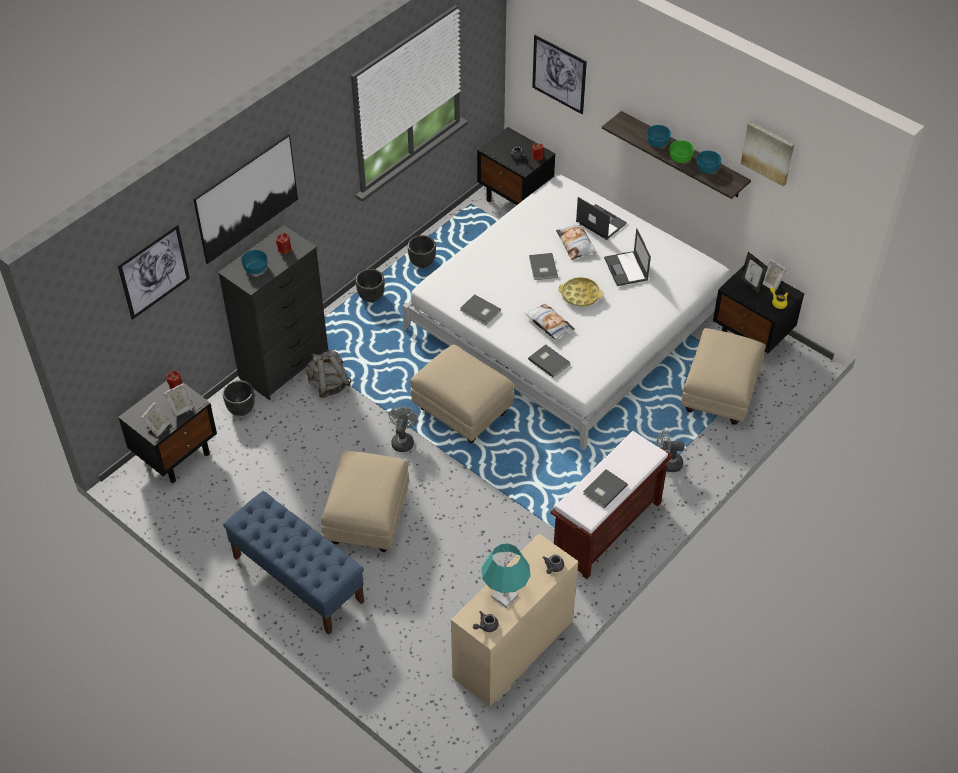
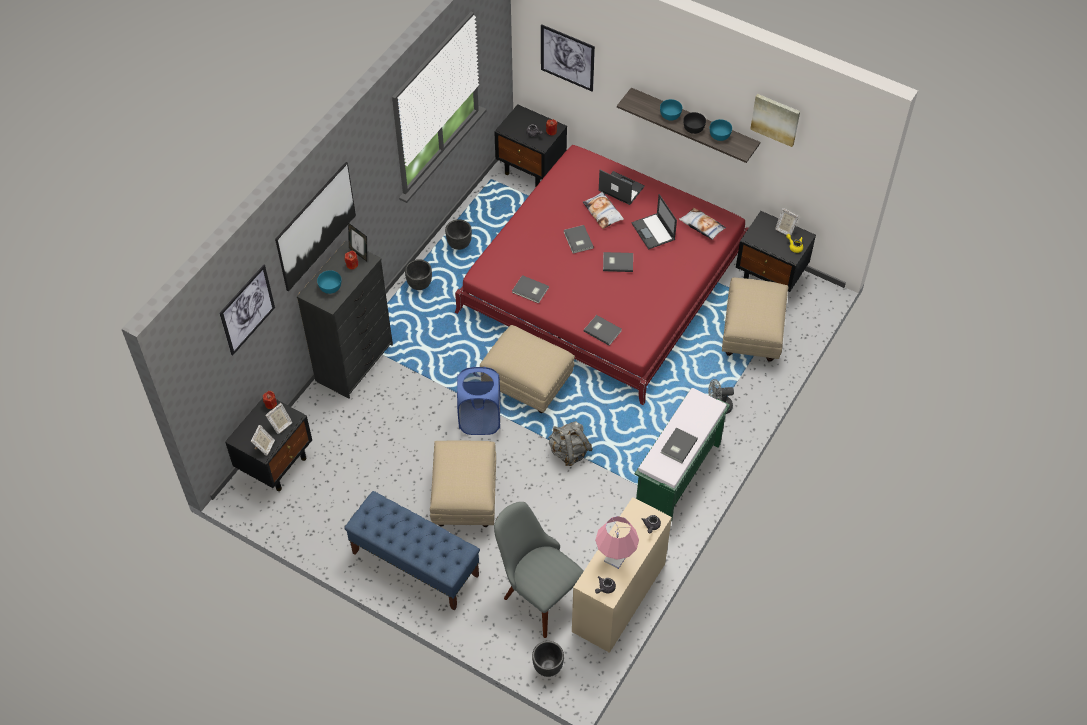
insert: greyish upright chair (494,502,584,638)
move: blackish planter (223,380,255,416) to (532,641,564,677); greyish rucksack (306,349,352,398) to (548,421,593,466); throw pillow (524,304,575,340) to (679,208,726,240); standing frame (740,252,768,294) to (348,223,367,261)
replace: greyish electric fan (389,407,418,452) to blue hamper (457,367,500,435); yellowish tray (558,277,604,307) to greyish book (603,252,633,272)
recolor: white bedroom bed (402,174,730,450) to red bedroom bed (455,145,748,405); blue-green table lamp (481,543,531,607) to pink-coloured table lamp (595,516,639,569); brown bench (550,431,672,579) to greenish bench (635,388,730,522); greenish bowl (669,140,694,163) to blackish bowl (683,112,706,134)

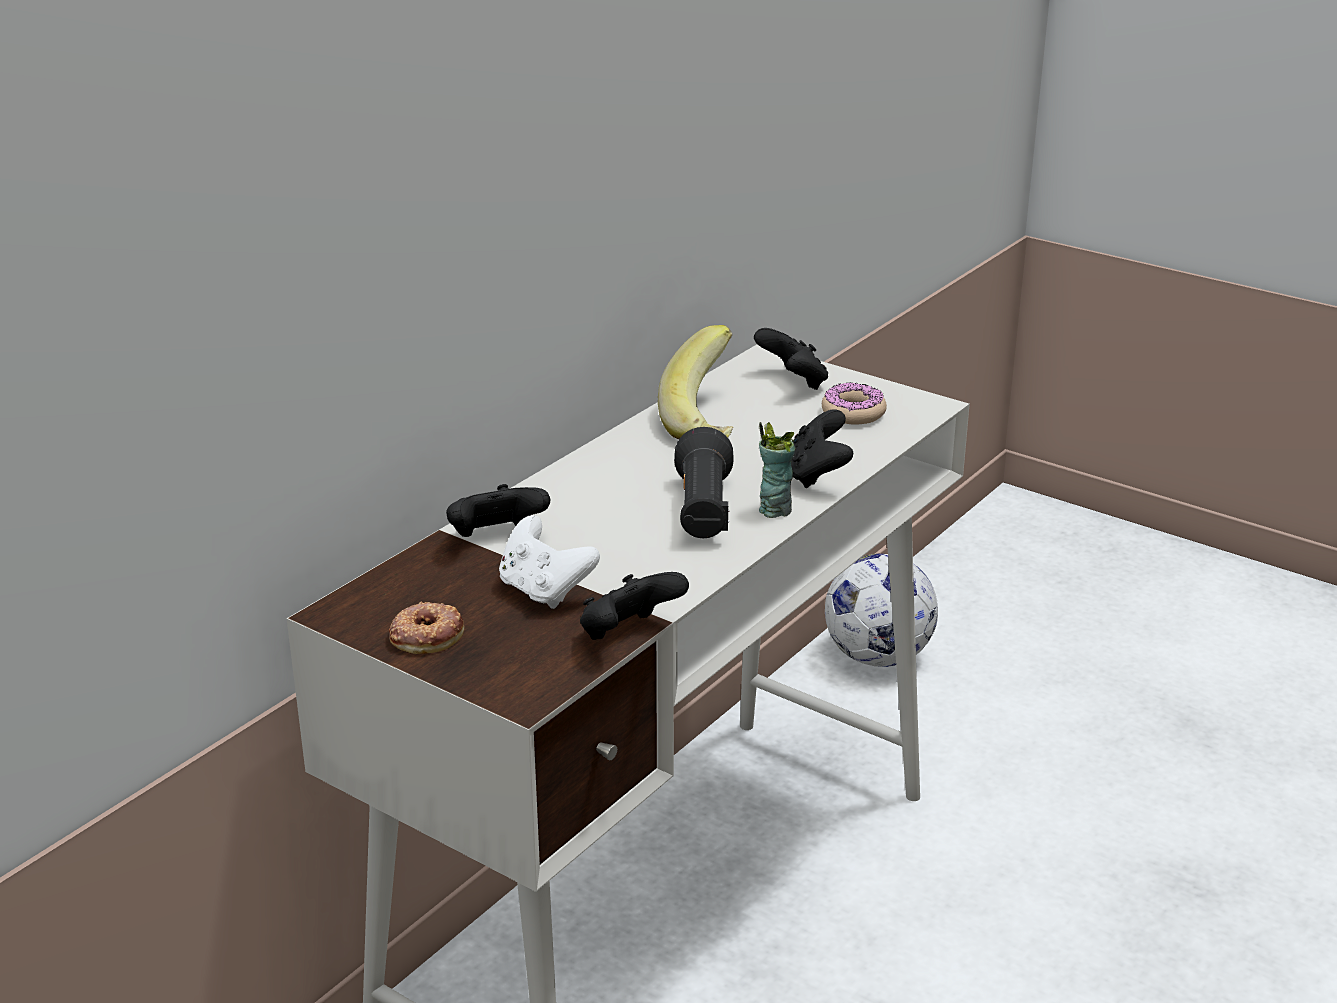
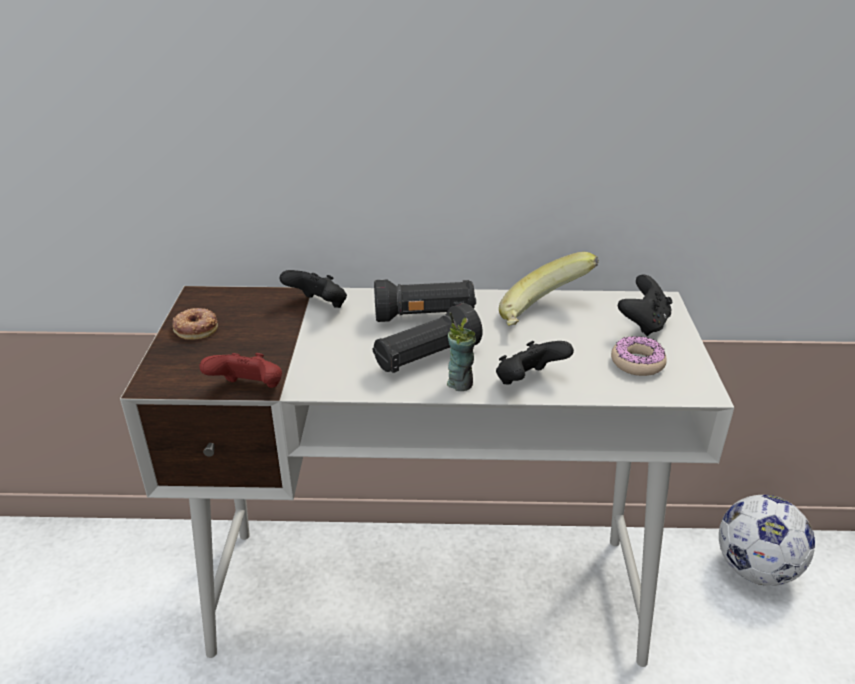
delete: white game controller (499,515,600,609)
insert: blackish hand torch (374,279,476,322)
recolor: blackish game controller (580,572,689,640) to red game controller (199,353,282,388)

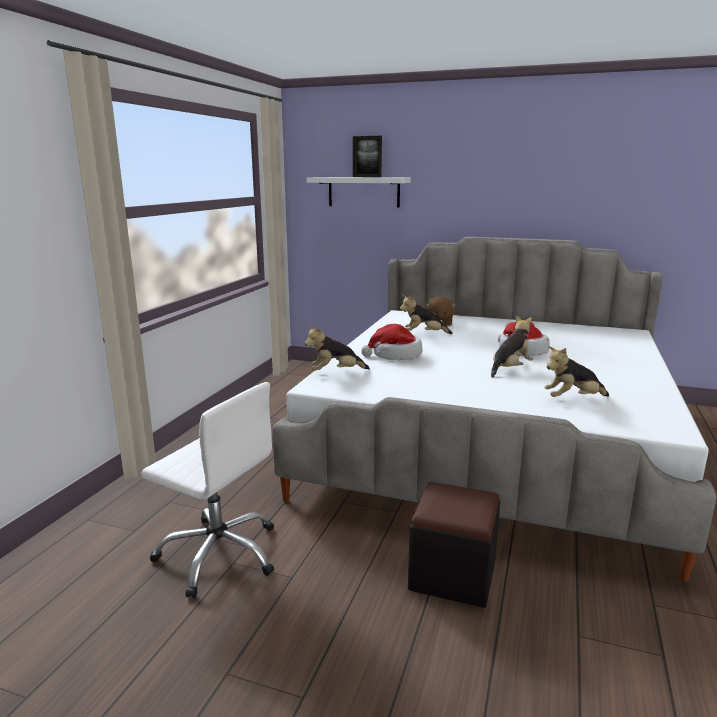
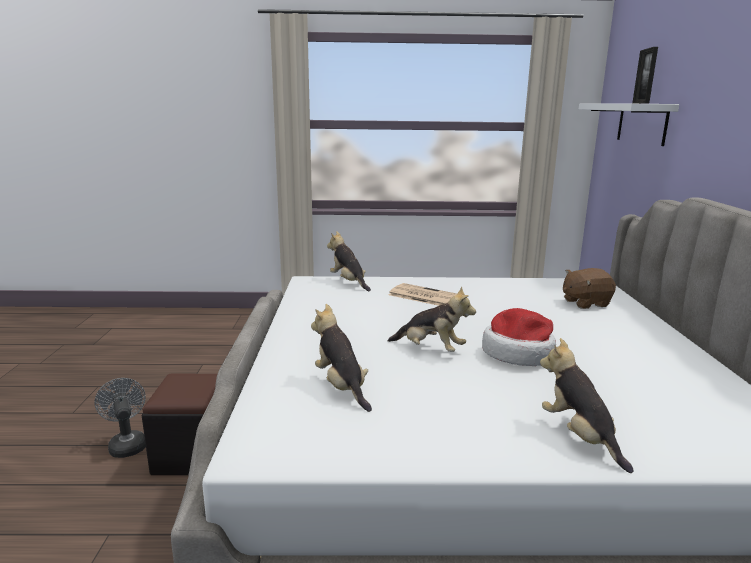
delete: white desk chair (141,382,274,598)
insert: greyish electric fan (94,378,146,458)
move: cuddly toy (400,295,453,334) to (540,338,633,473)
replace: hat (361,324,422,360) to printed paper (388,283,457,306)

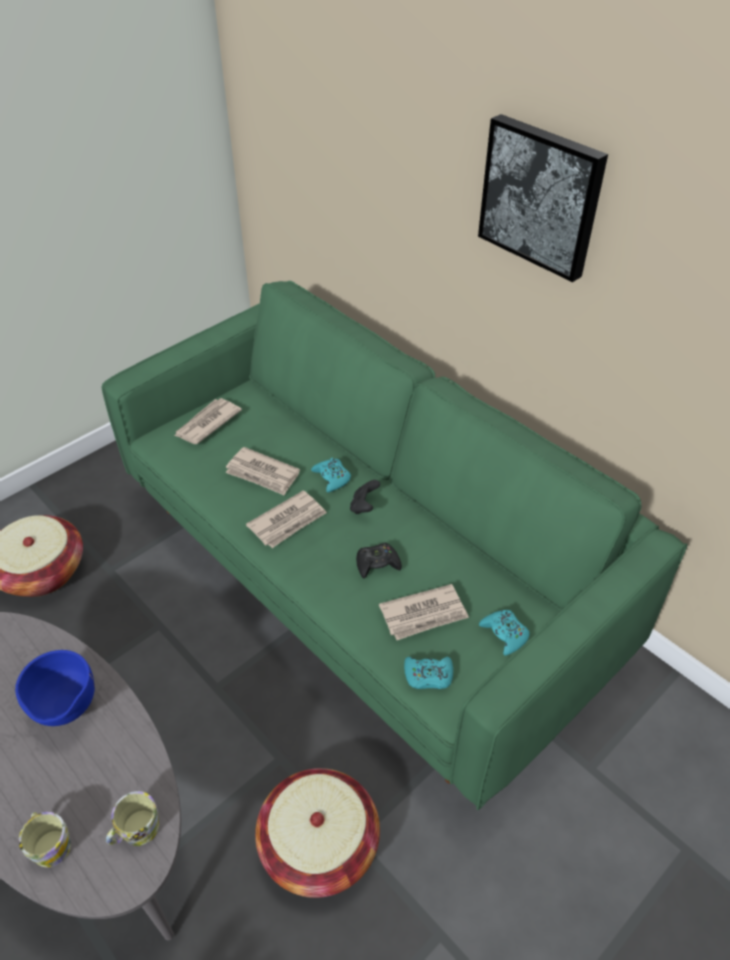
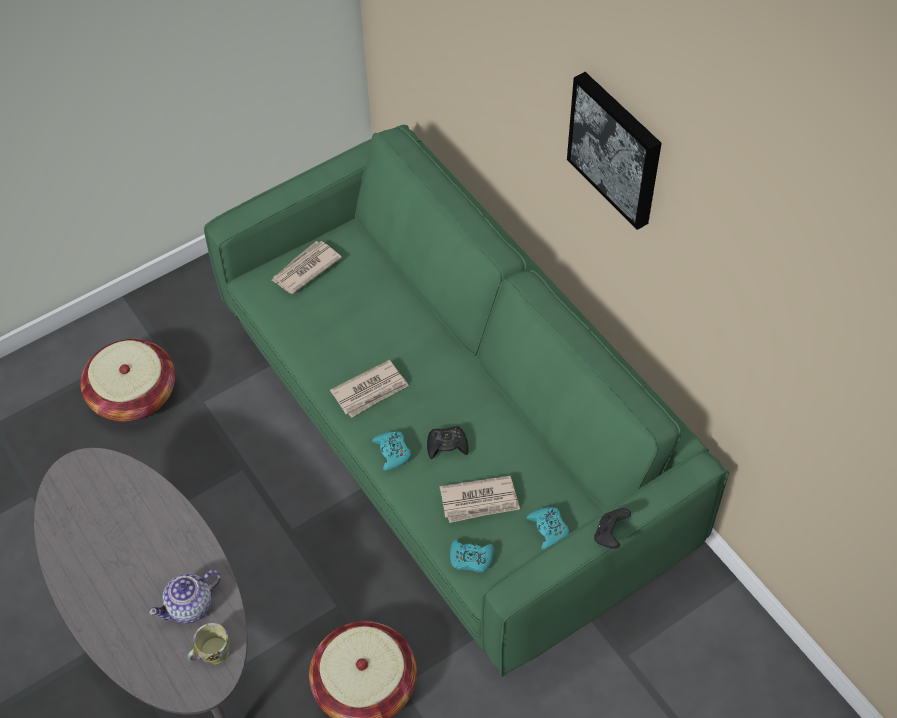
delete: blue bowl (15,650,95,726); tea mug (19,812,71,867); printed paper (225,447,300,496)
insert: tea pot (149,570,221,624)
move: blue-green game controller (311,458,351,493) to (372,431,411,471); blackish game controller (350,480,380,514) to (594,508,631,549)

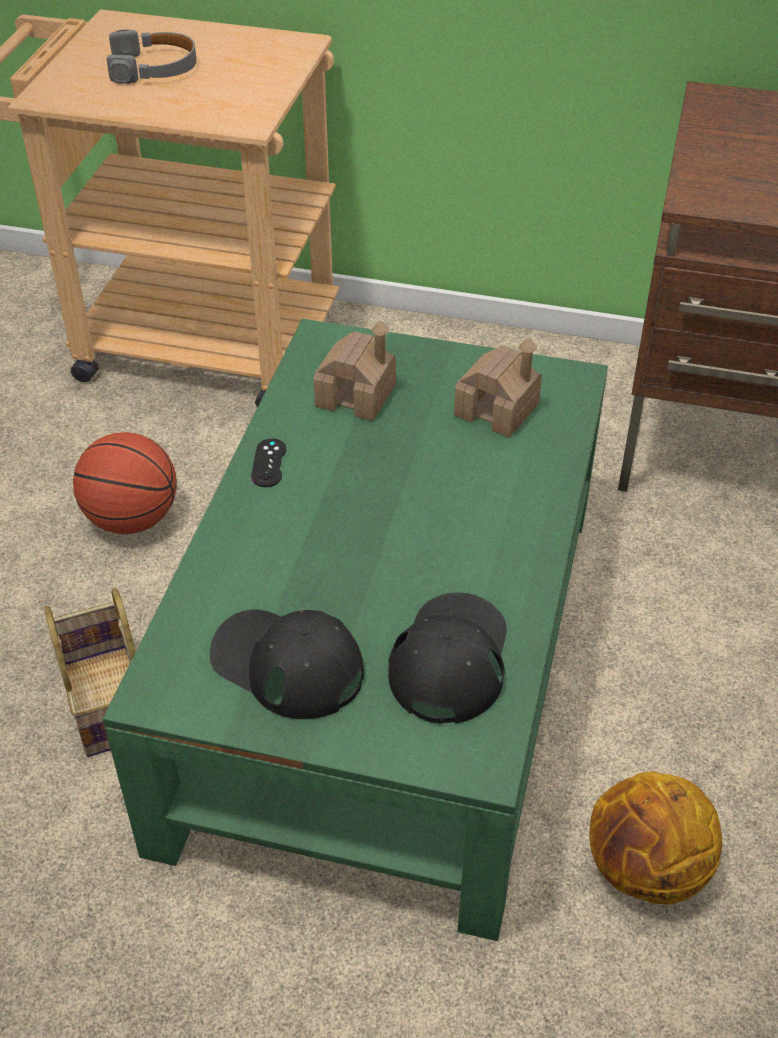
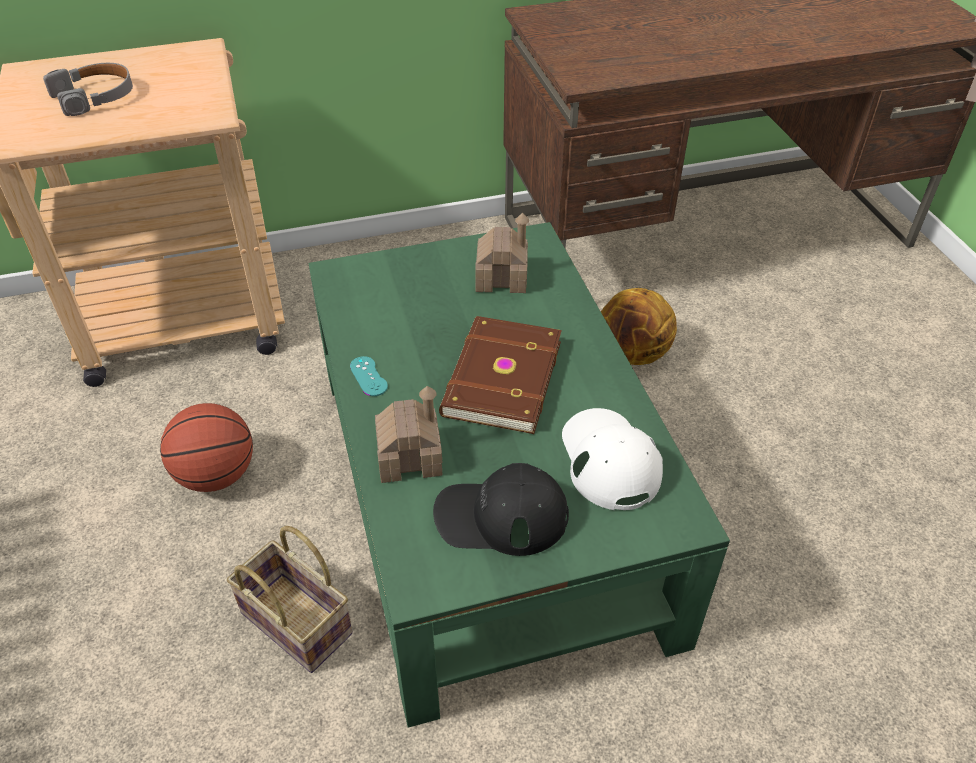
insert: brown book (439,316,562,434)
move: model house (313,321,396,421) to (375,386,443,483); basketball (589,771,722,905) to (601,288,677,365)
recolor: blackish game controller (251,439,286,487) to blue-green game controller (350,356,388,396); blackish peaked cap (388,592,507,724) to white peaked cap (562,408,663,510)

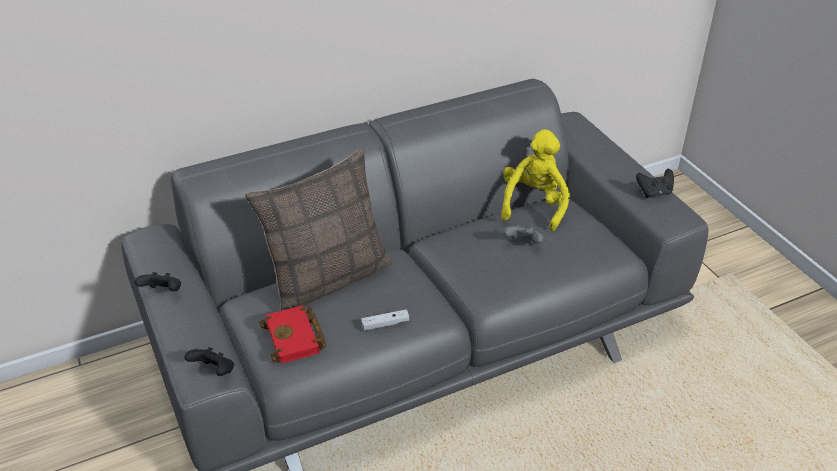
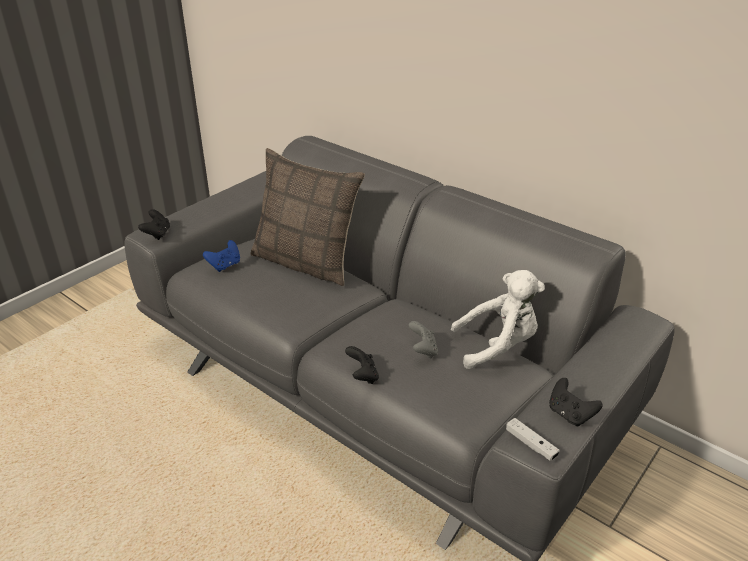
move: blackish game controller (135,272,181,291) to (345,346,379,384); white game controller (361,310,409,331) to (506,418,559,461)
replace: red book (259,305,326,364) to blue game controller (203,240,240,272)
recolor: yellowish cuddly toy (501,130,570,231) to white cuddly toy (451,270,545,369)

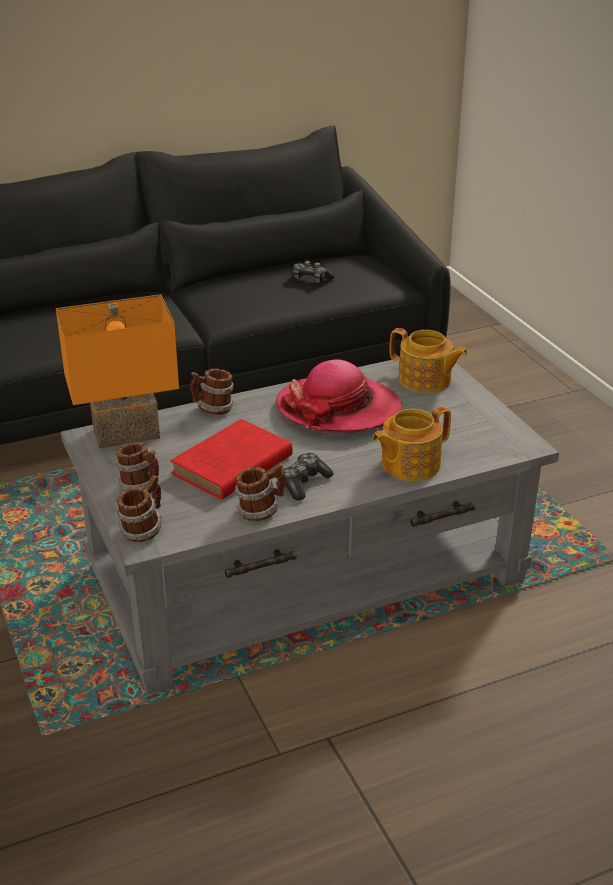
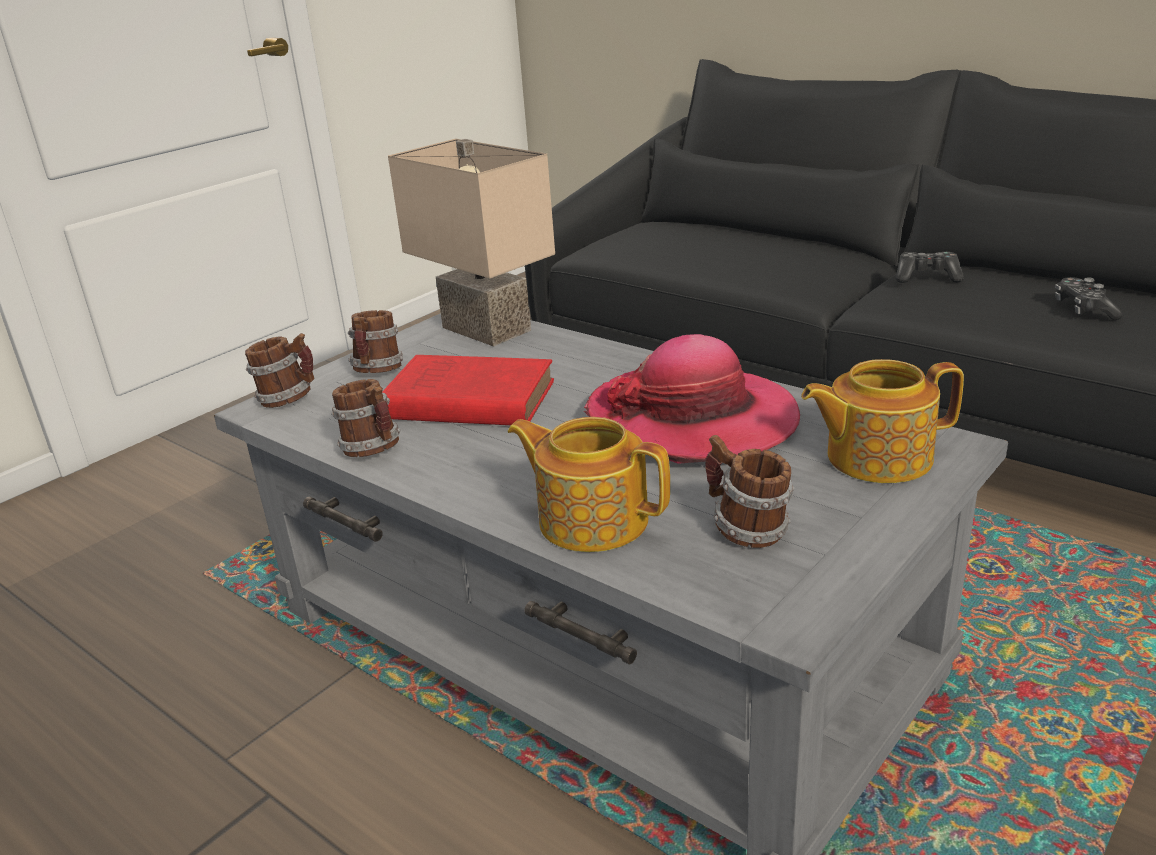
move: tea mug (190,369,234,415) to (705,435,795,548); game controller (281,453,334,500) to (896,252,964,283)
recolor: orange-coloured table lamp (56,294,179,449) to beige table lamp (388,139,555,346)
rotate: tea pot (390,328,468,393) = (801,359,964,483) 75 degrees clockwise

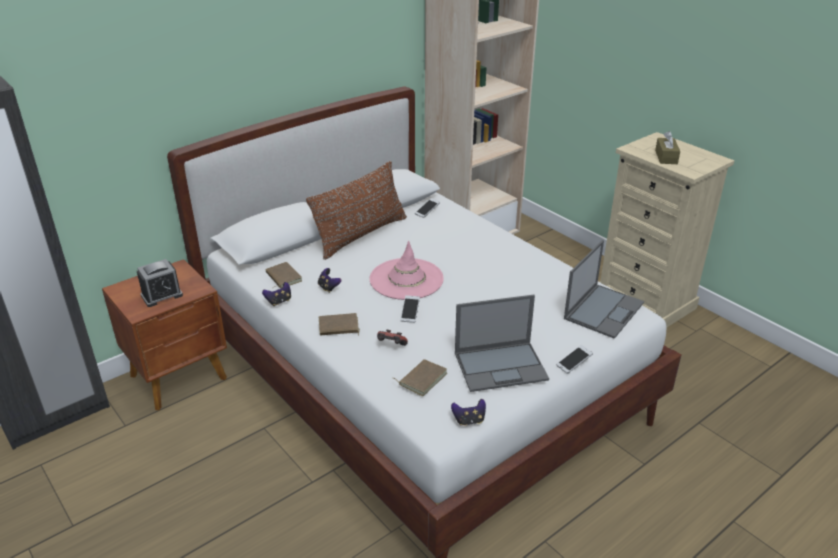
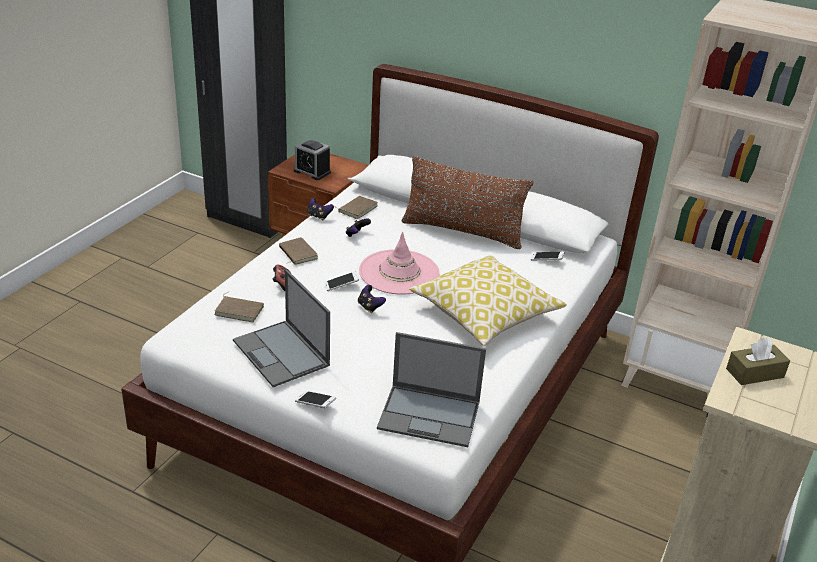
insert: throw pillow (409,255,567,346)
move: game controller (451,399,486,426) to (358,285,386,313)

